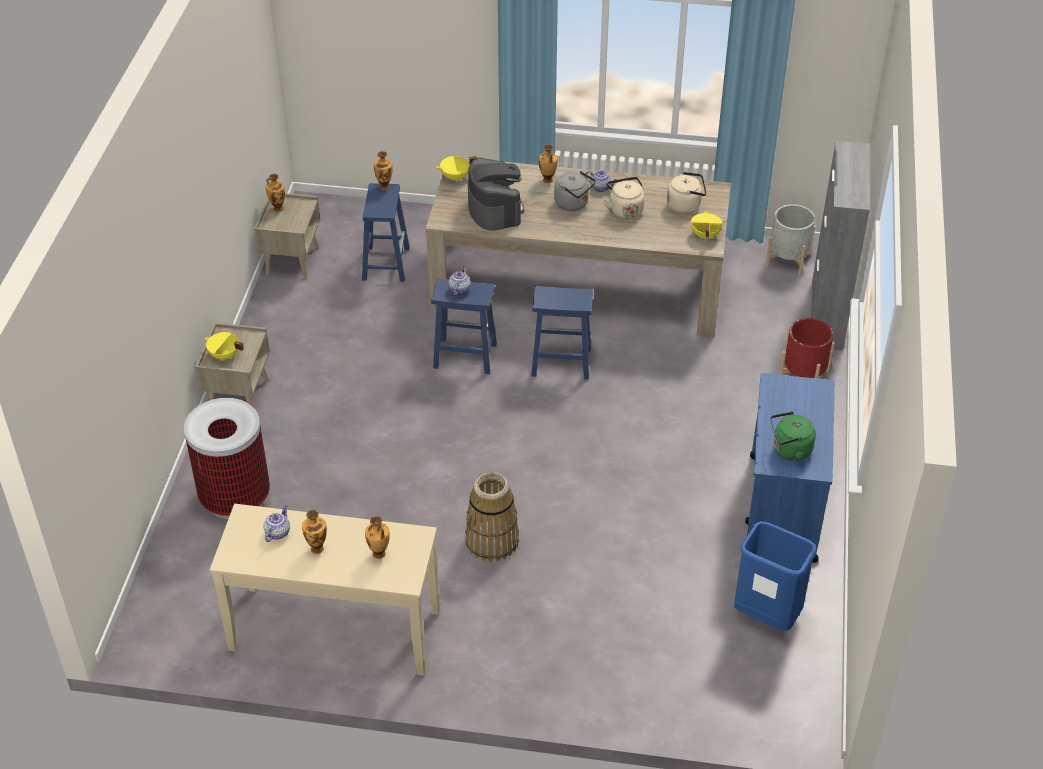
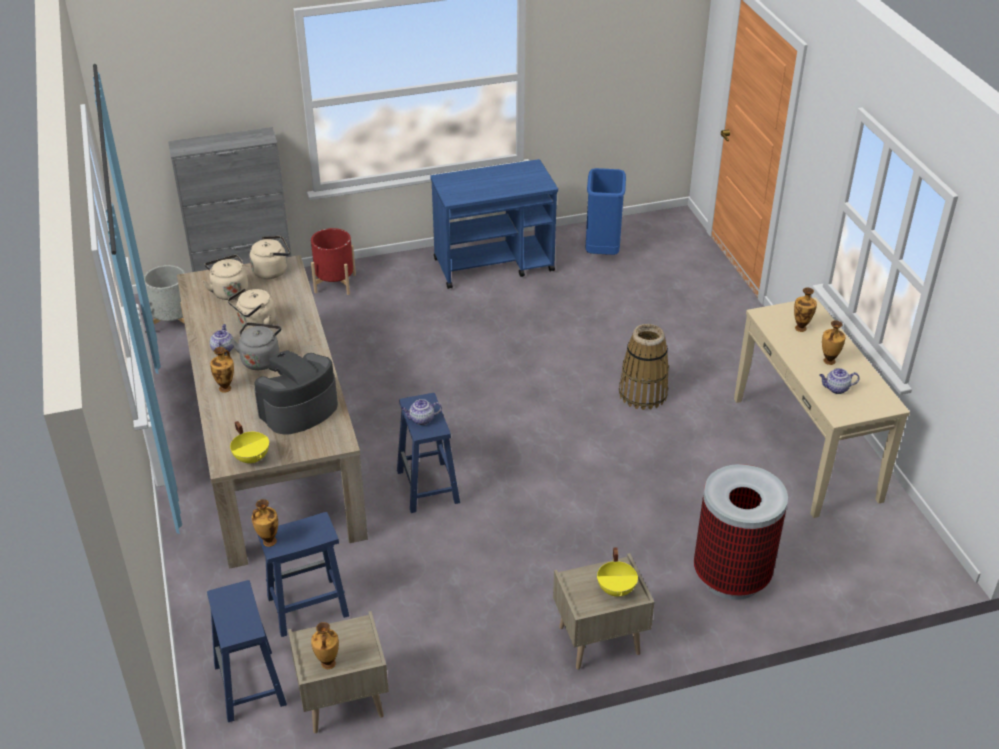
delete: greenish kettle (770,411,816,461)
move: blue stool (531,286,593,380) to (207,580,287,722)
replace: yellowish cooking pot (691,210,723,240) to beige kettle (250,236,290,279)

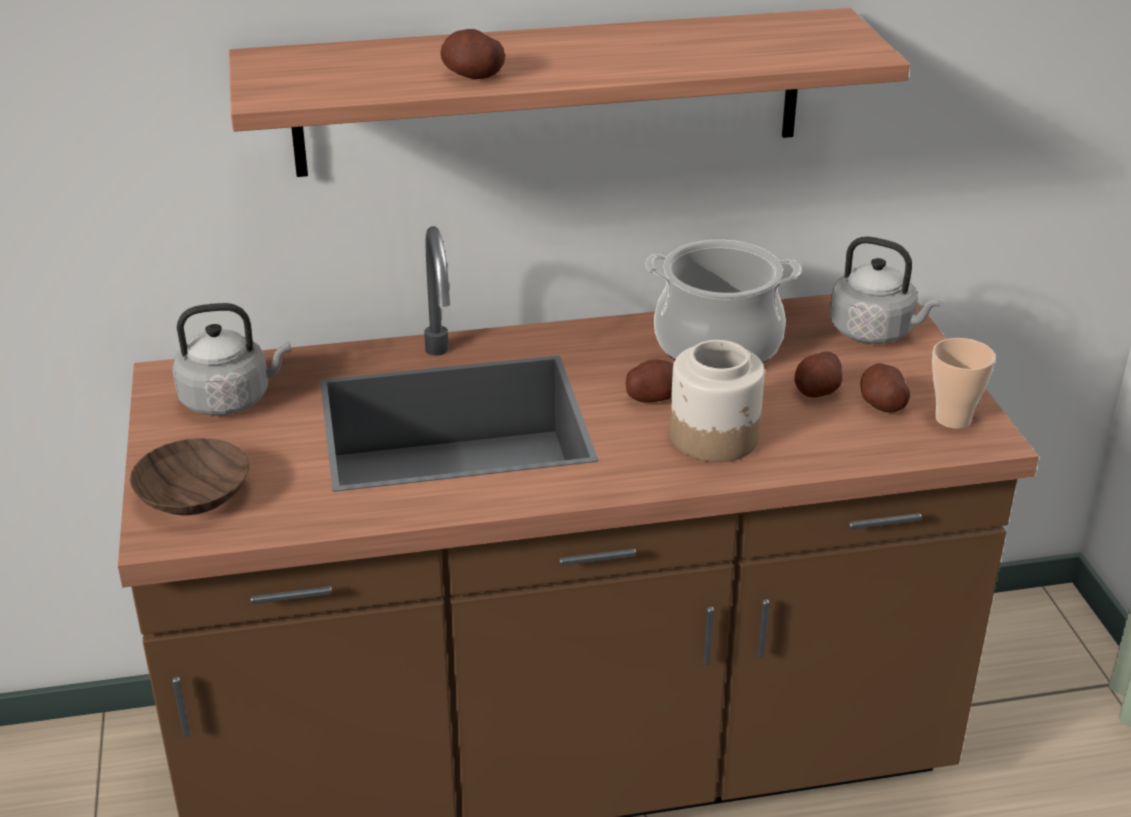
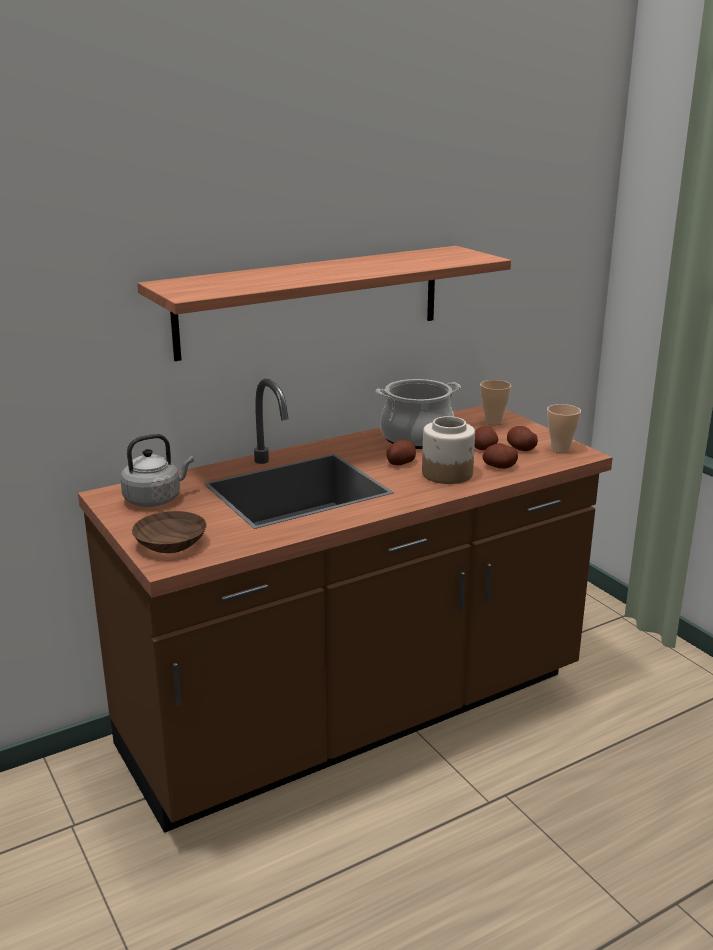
move: spud (440,29,505,79) to (483,443,518,469)
replace: greyish kettle (829,237,941,344) to drinking cup (480,380,511,425)

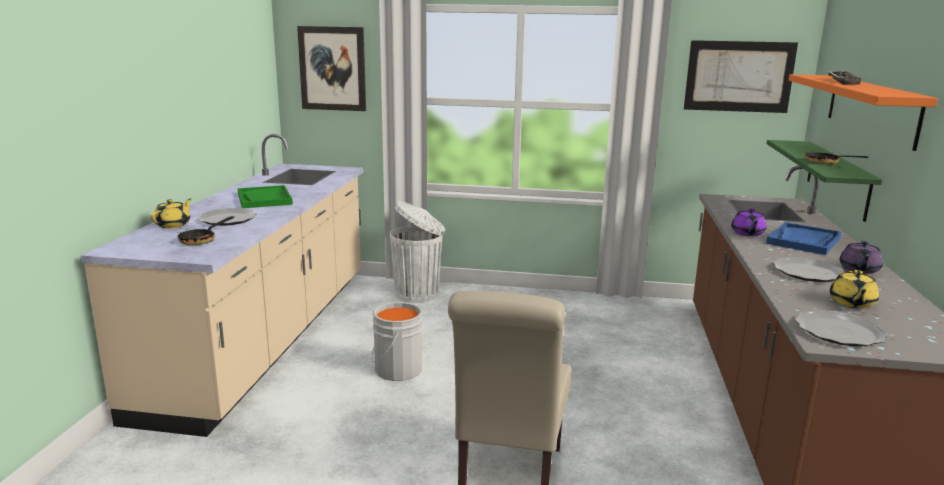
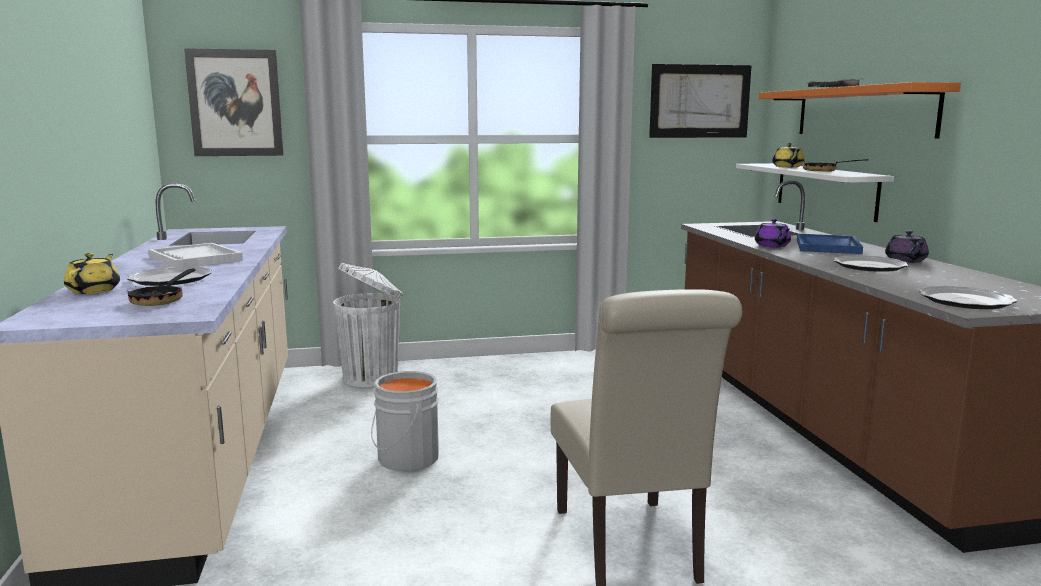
move: yellowish tea pot (830,270,879,308) to (772,143,804,167)
recolor: greenish tray (238,185,293,208) to white tray (148,243,243,267); greenish wall shelf (766,140,882,222) to white wall shelf (736,163,894,222)

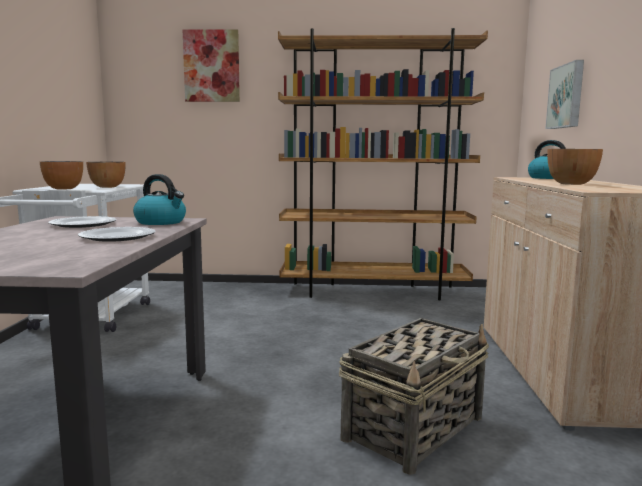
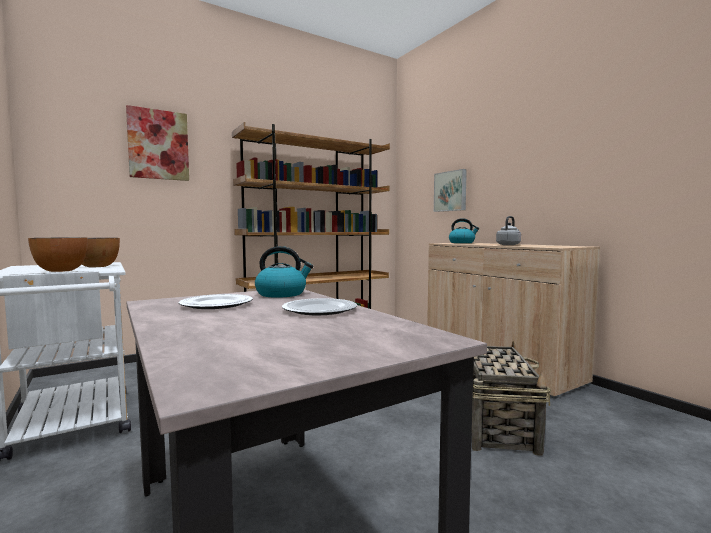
replace: bowl (547,149,603,185) to greyish kettle (496,216,521,245)

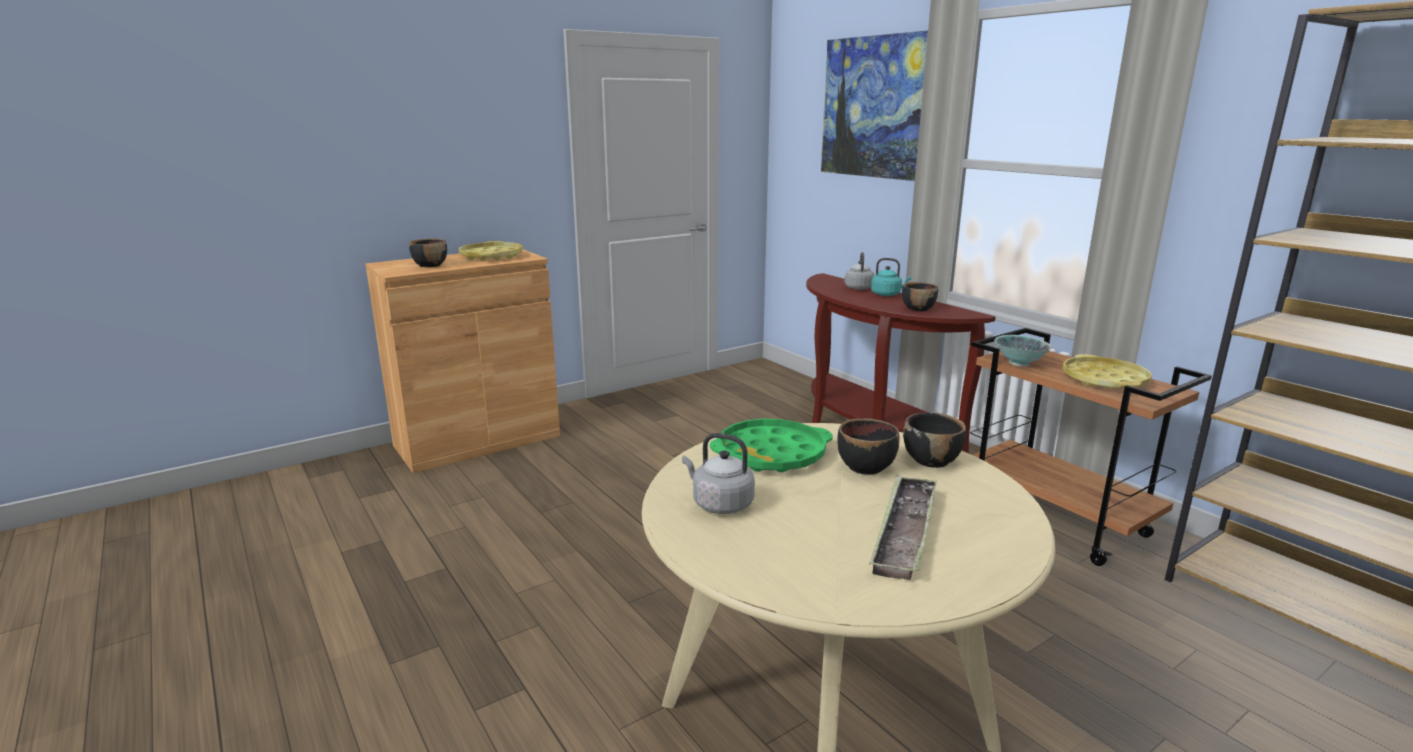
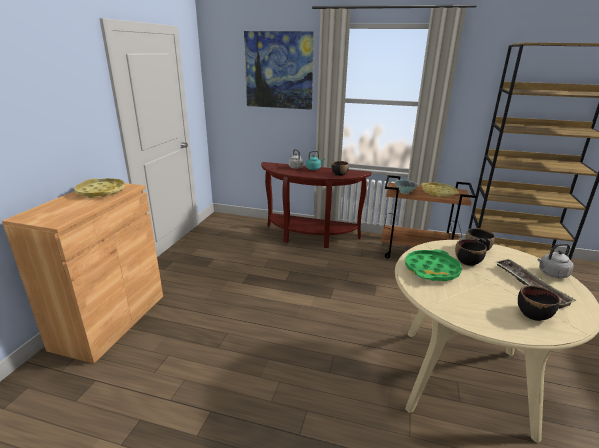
move: blackish bowl (409,238,447,267) to (518,285,560,321); greyish kettle (682,433,755,514) to (537,243,573,278)

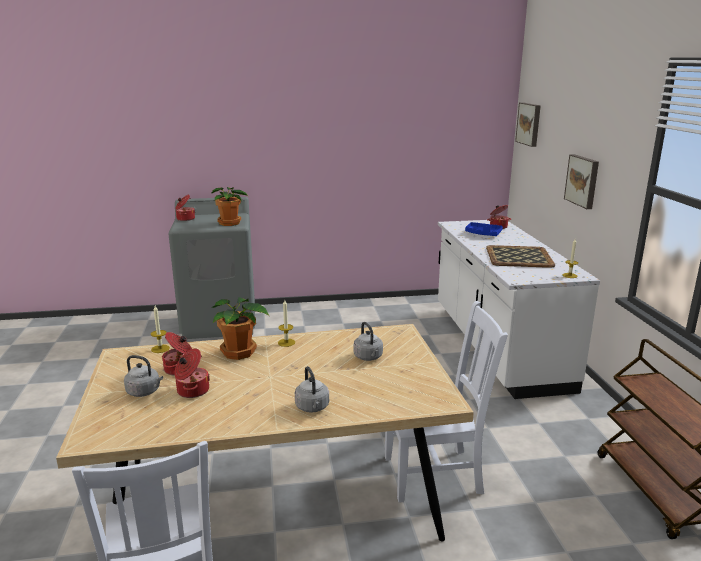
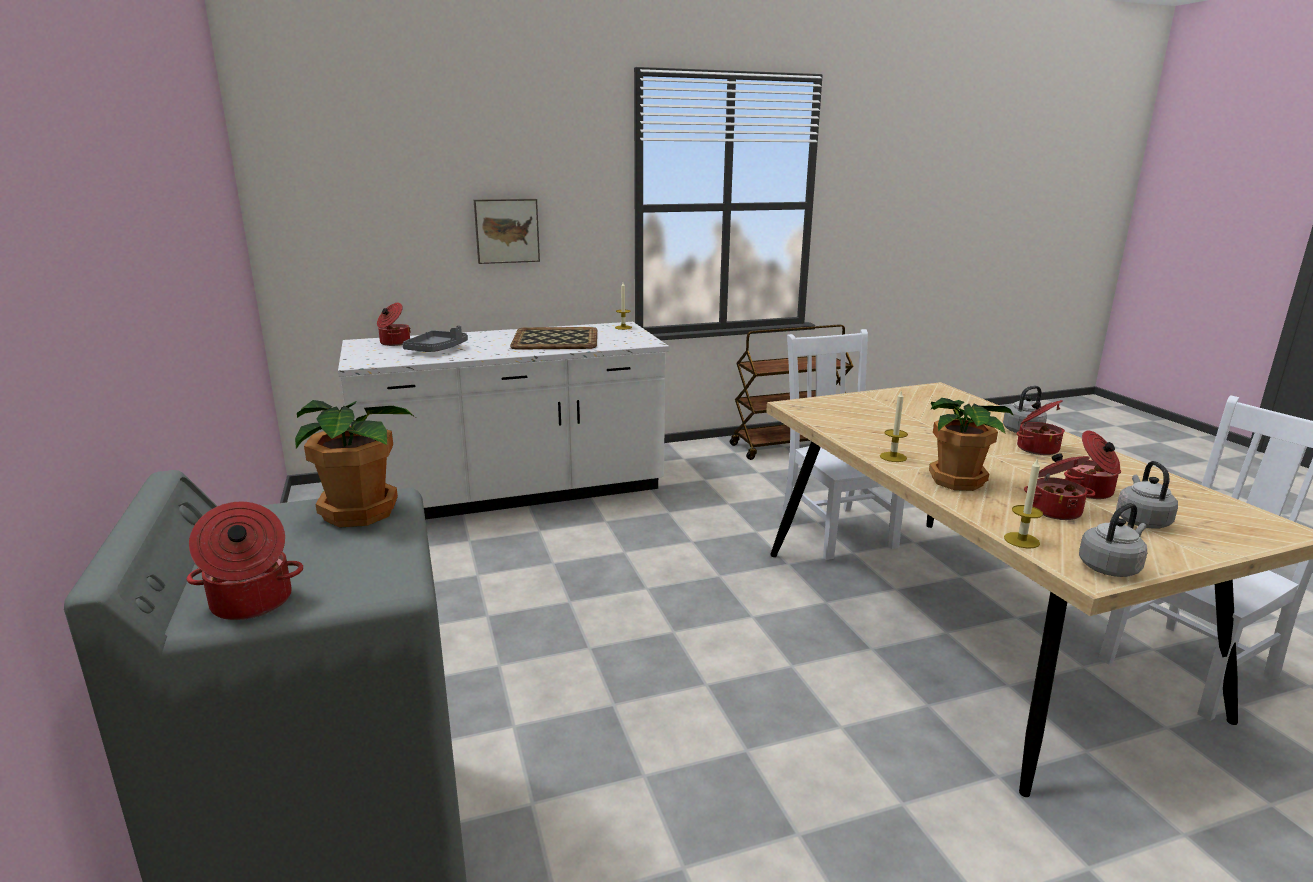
delete: picture (515,102,541,147)
insert: cooking pot (1016,400,1065,455)
move: greyish kettle (354,322,383,361) to (1079,503,1147,577)
recolor: blue tray (465,222,503,236) to greyish tray (402,325,468,352)

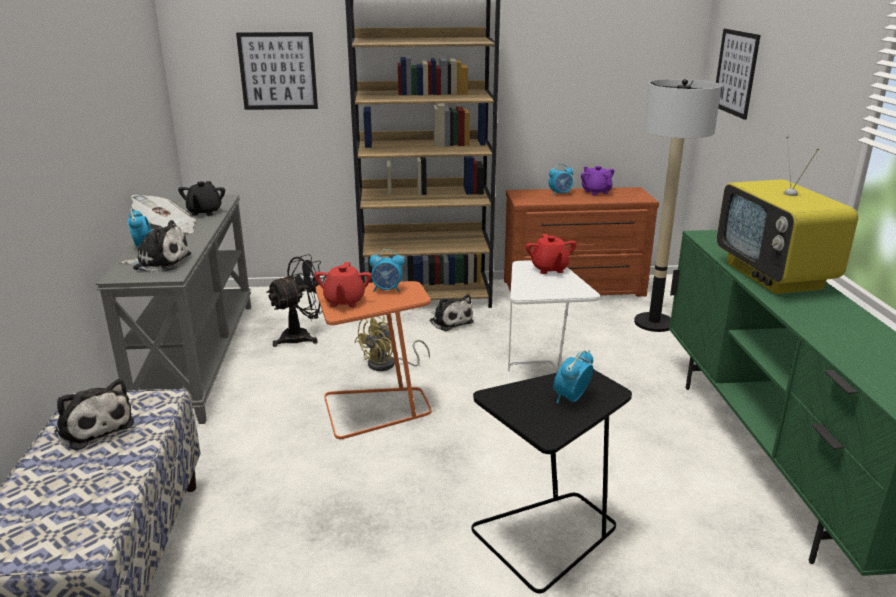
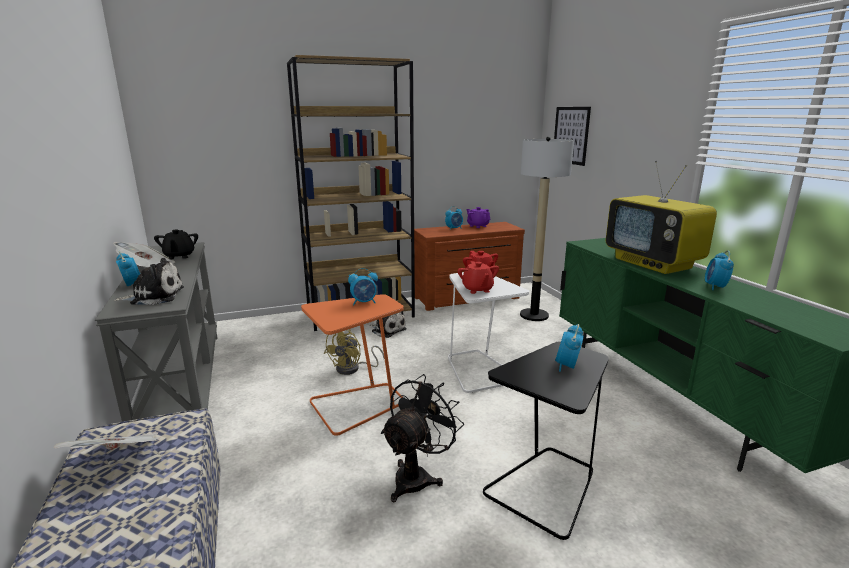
delete: picture (236,32,318,110)
insert: alarm clock (705,250,734,290)
move: blackish electric fan (266,254,327,347) to (381,374,464,502); red tea pot (314,262,372,307) to (458,261,499,294)
replace: cuddly toy (54,379,134,450) to printed paper (54,432,159,450)

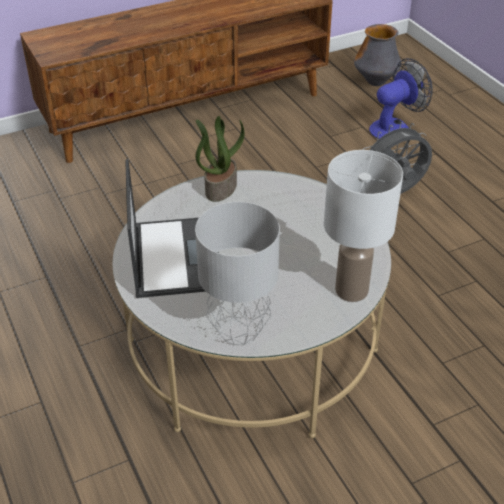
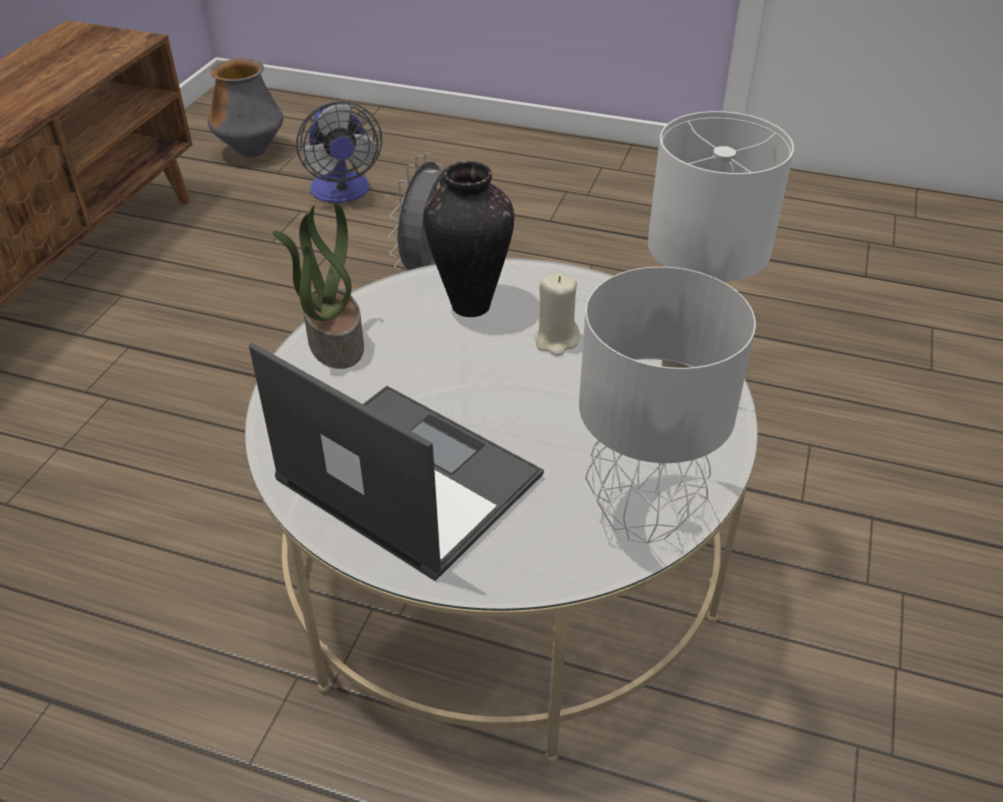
insert: vase (423,161,514,317); beige candle (534,274,580,356)
rotate: electric fan (369,58,433,139) = (296,101,382,203) 150 degrees clockwise

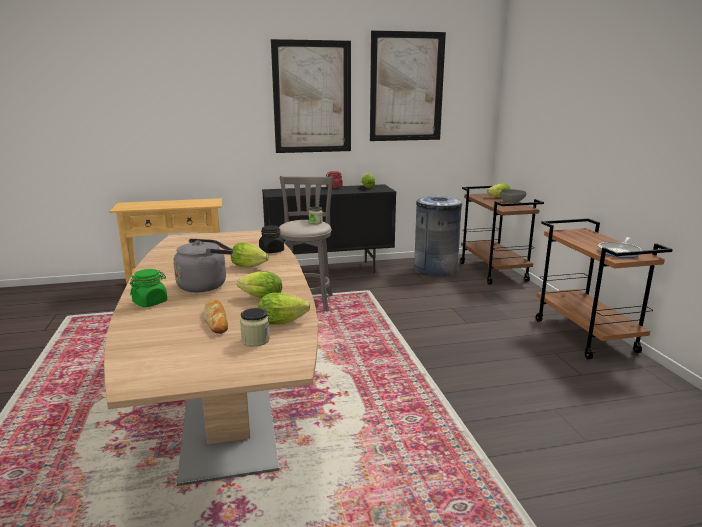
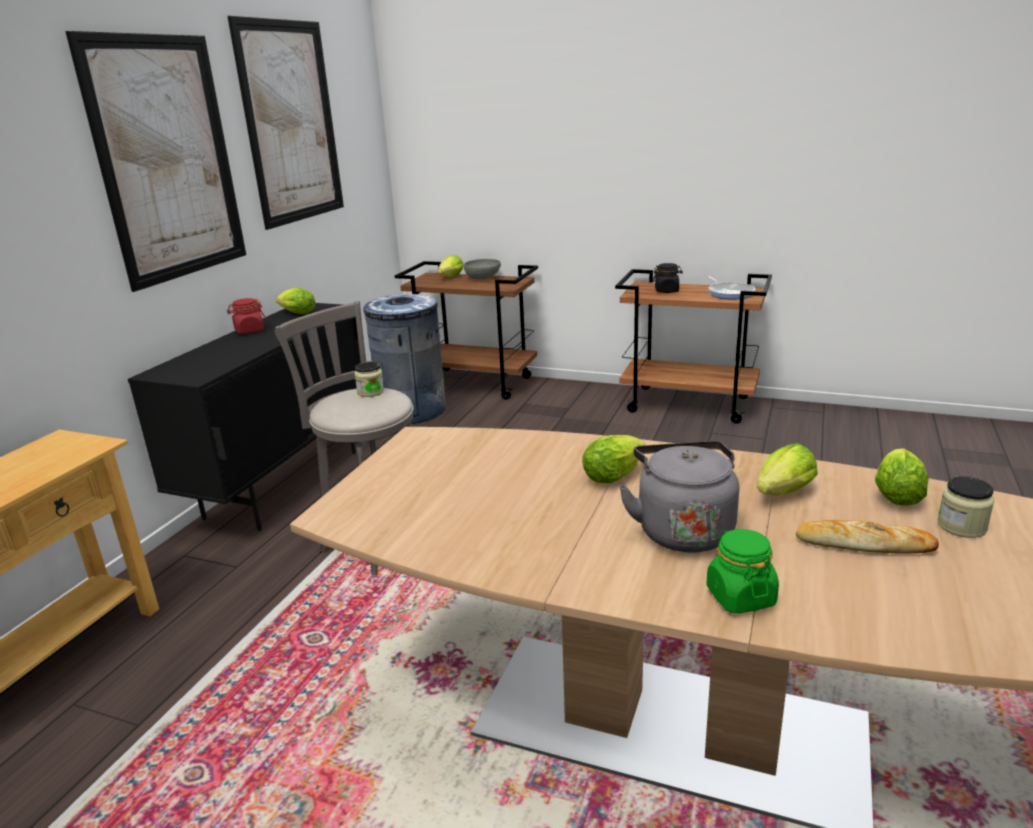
move: blackish jar (259,225,284,253) to (652,263,683,293)

